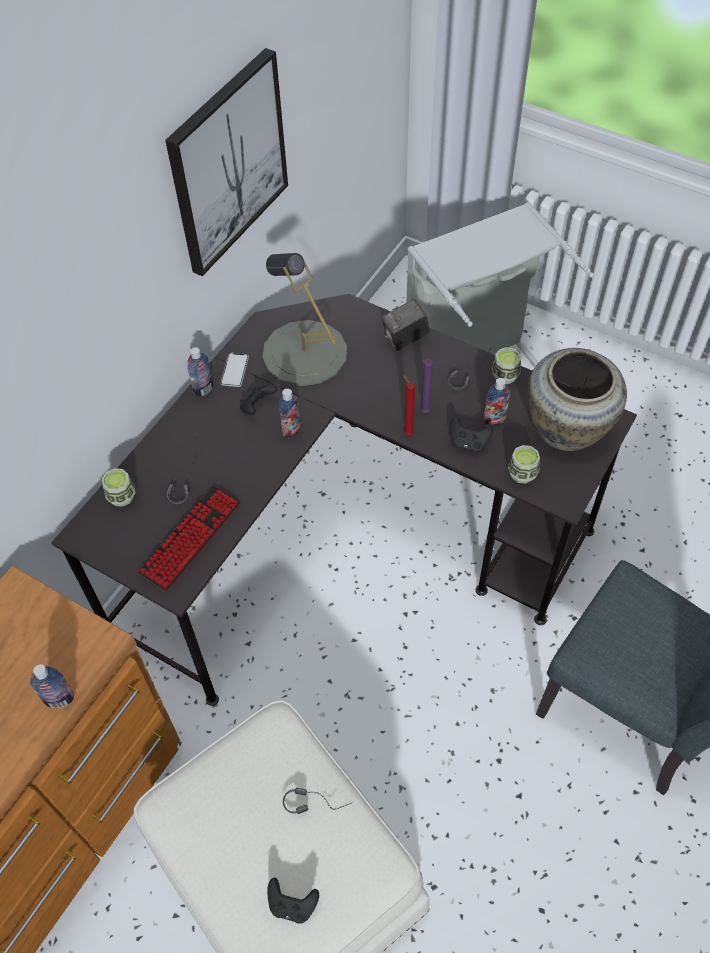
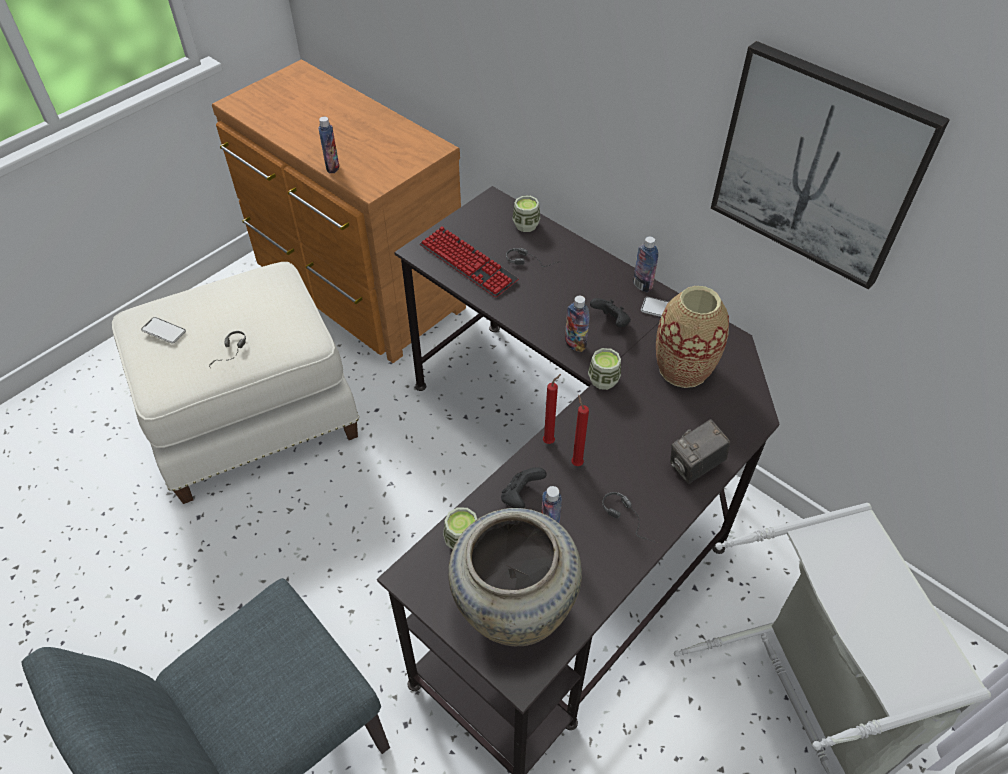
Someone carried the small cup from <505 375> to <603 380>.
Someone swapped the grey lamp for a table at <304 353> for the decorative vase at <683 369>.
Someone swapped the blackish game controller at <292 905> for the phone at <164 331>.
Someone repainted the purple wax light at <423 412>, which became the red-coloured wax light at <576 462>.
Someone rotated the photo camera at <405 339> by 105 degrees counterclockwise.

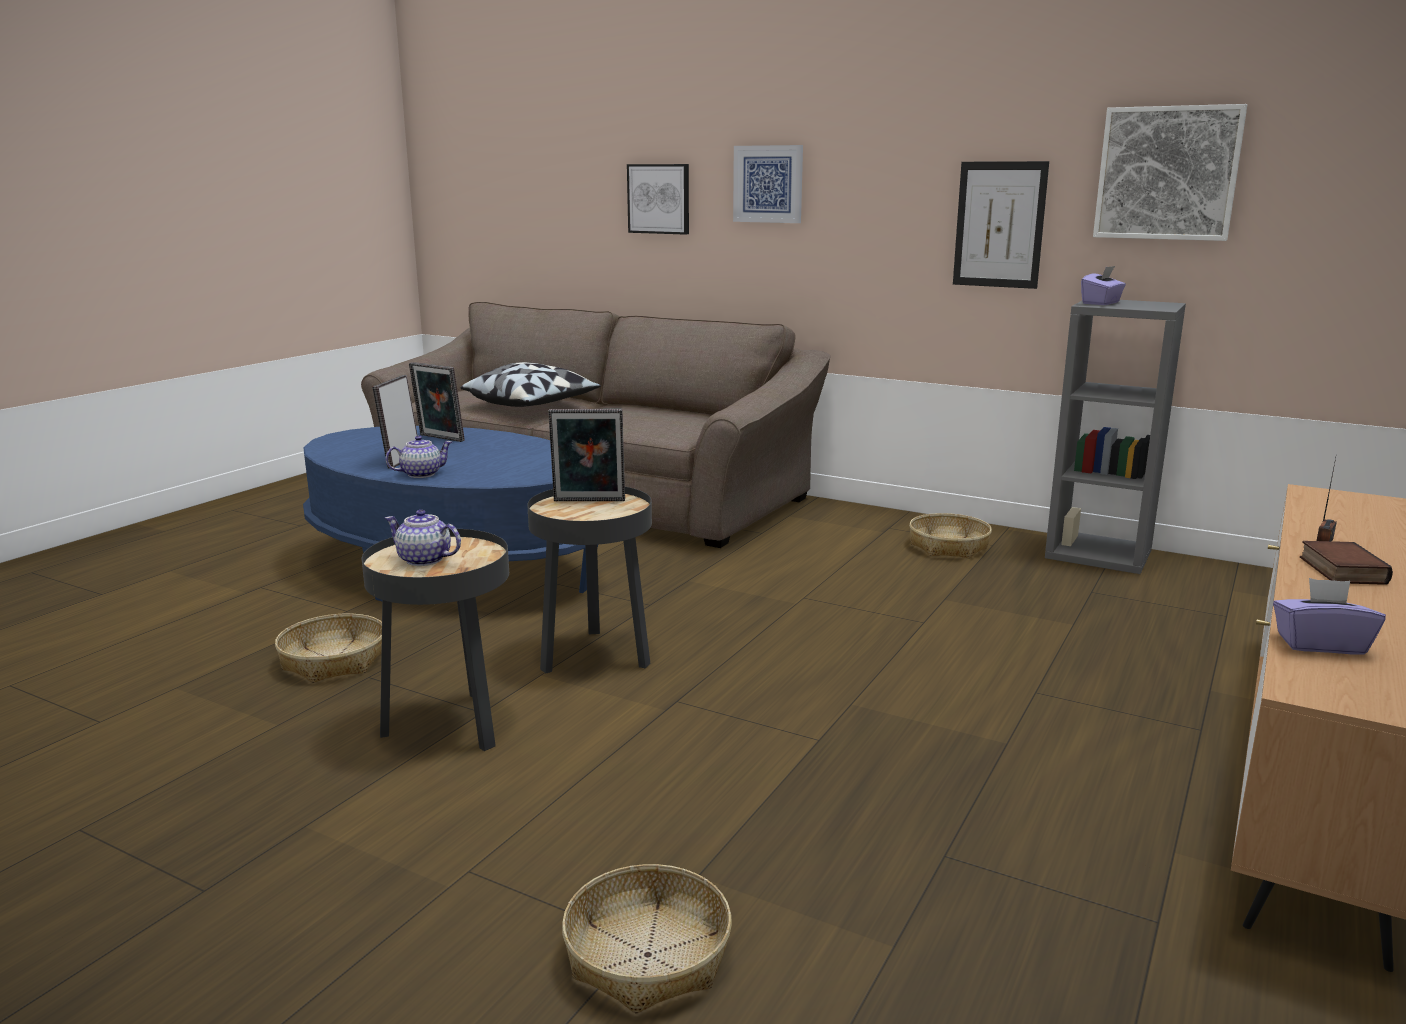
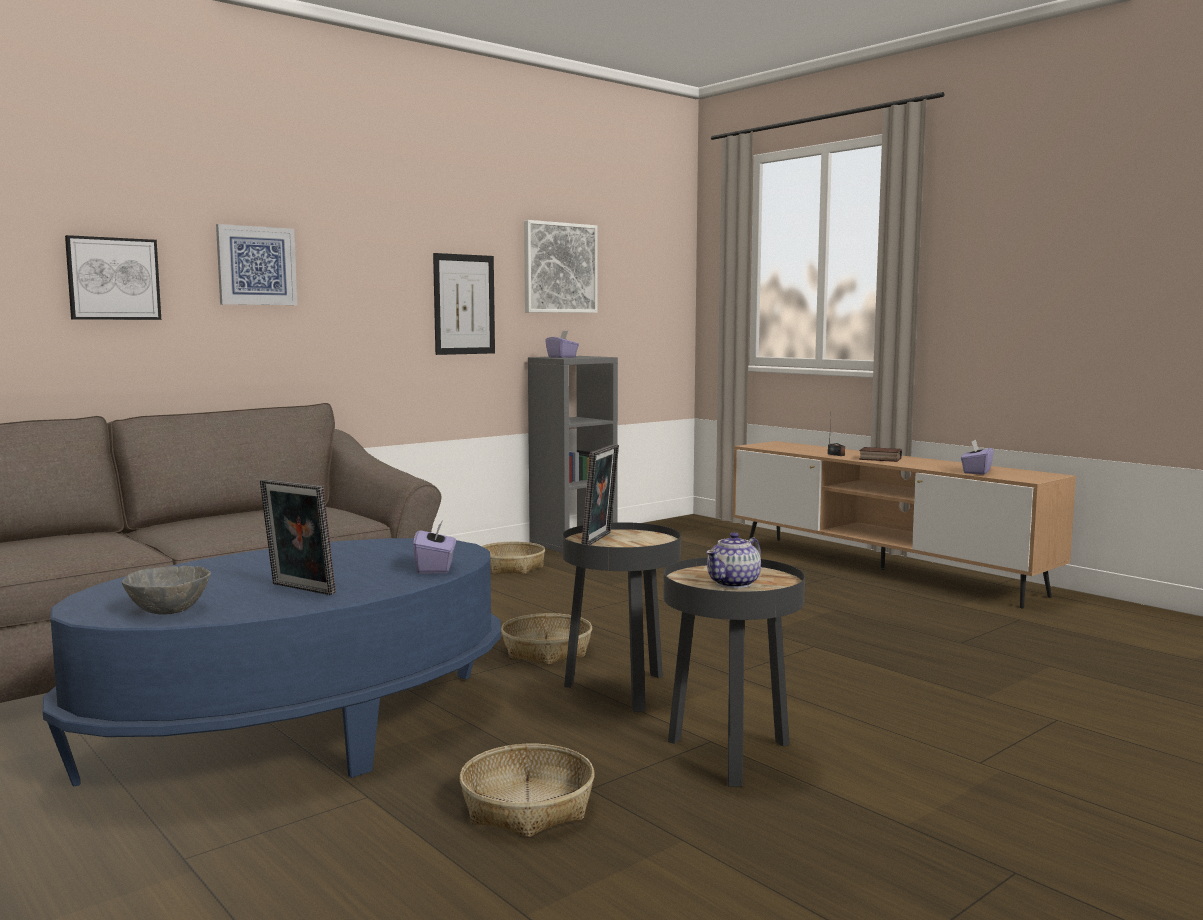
Someone took away the tea pot at <420 474>.
Someone took away the photo frame at <439 438>.
Someone took away the cushion at <533 405>.
Someone put down the grey deep dish at <168 611>.
Someone put down the purple tissue box at <435 568>.
Someone carried the household basket from <647 956> to <547 651>.

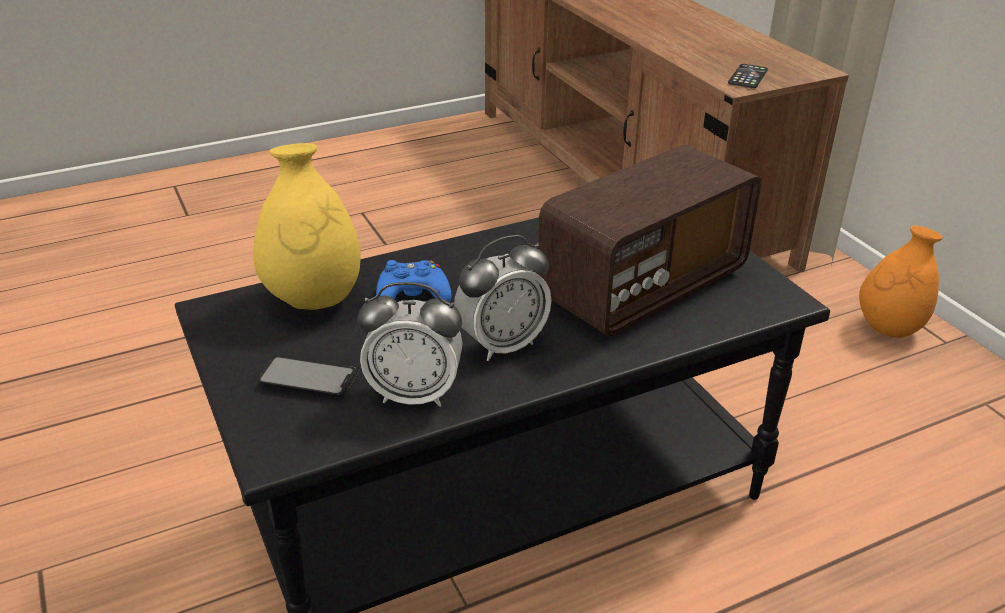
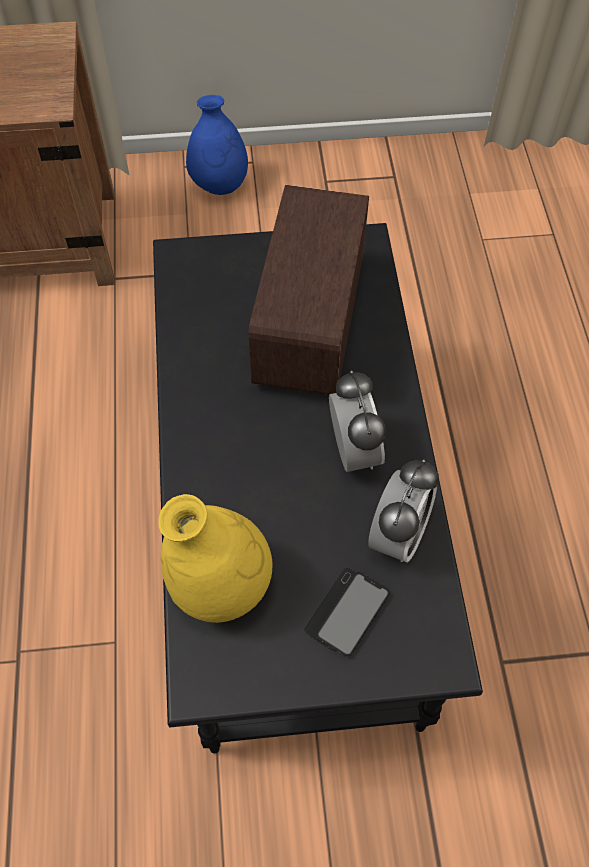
Someone took away the blue-coloured game controller at <413 294>.
Someone took away the phone at <748 77>.
Someone repainted the orange decorative vase at <889 328>, which became the blue-coloured decorative vase at <219 184>.
Someone rotated the radio receiver at <643 287> by 150 degrees counterclockwise.

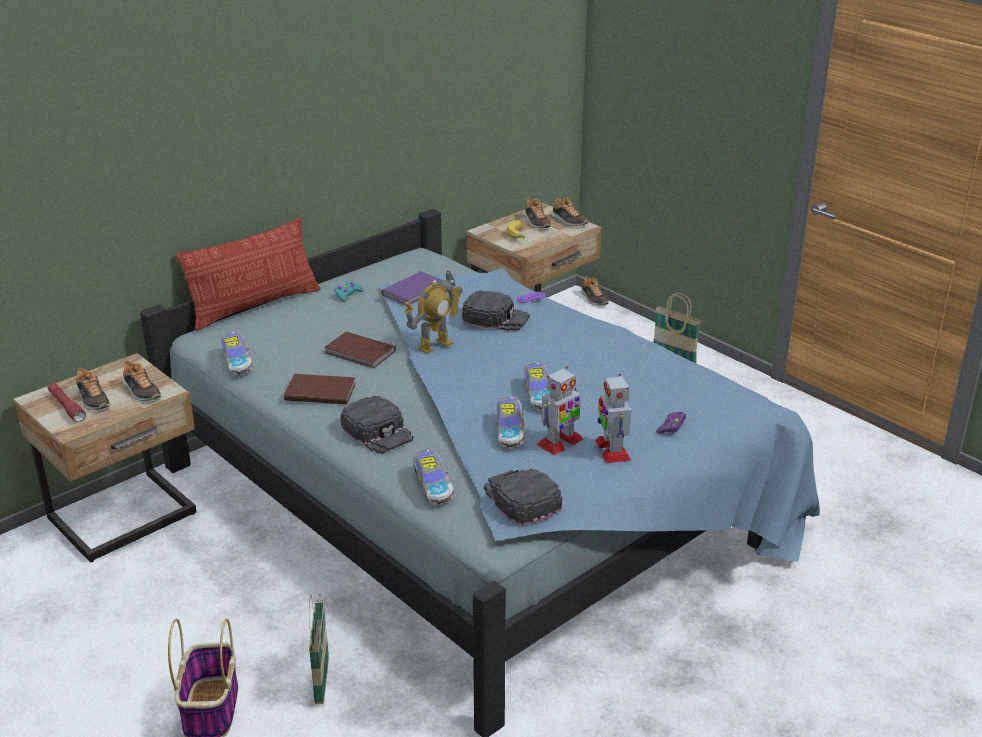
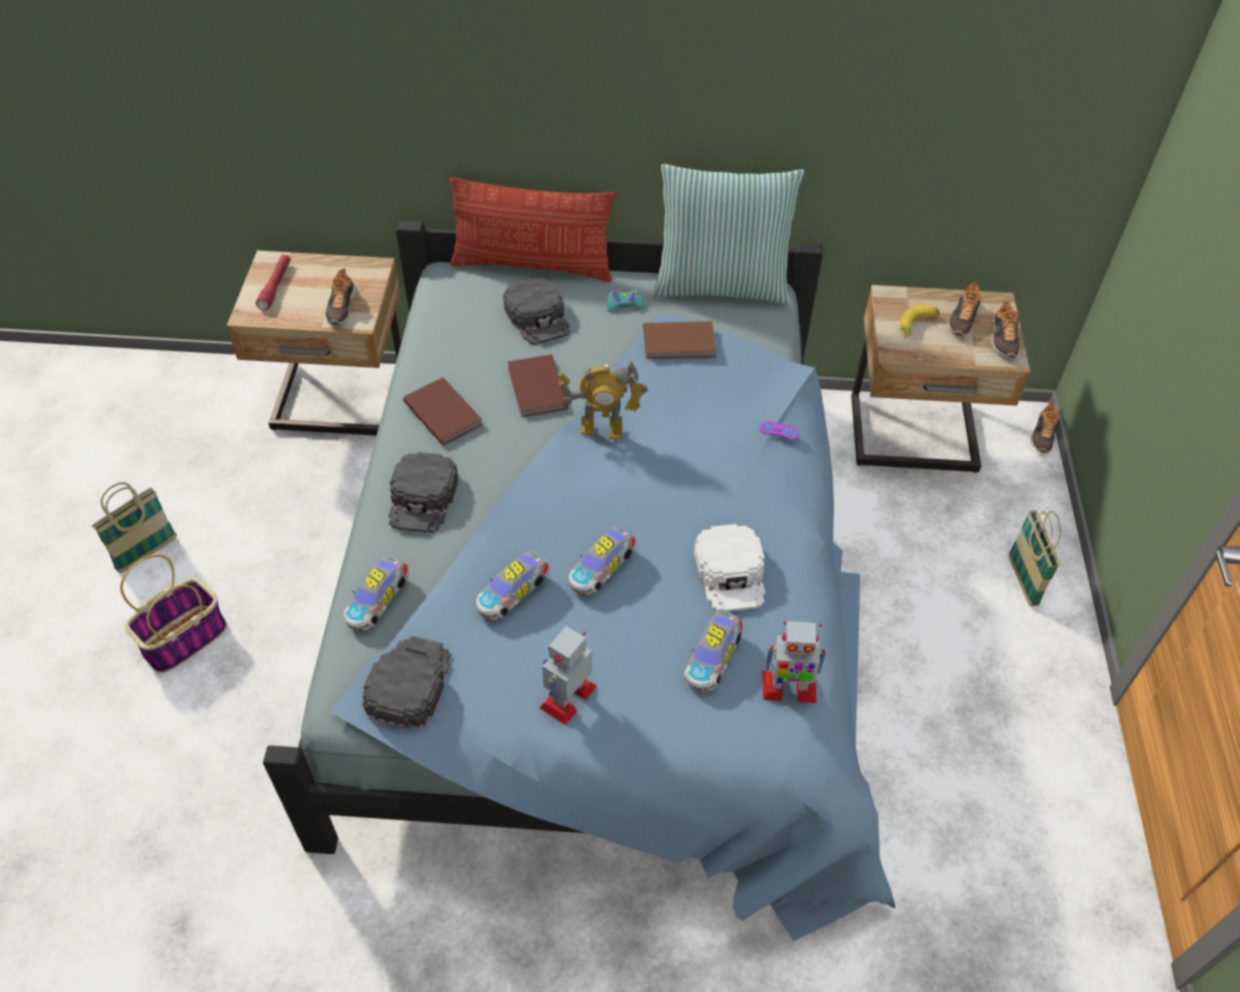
Someone took away the item of footwear at <92 400>.
Someone took away the purple game controller at <671 427>.
Someone put down the cushion at <721 285>.
Someone put down the whitish peaked cap at <731 573>.
Someone carried the toy car from <237 361> to <713 657>.
Someone carried the household basket from <322 681> to <147 554>.
Someone carried the blackish peaked cap from <496 317> to <538 317>.
Someone carried the model robot from <559 442> to <788 687>.
Someone repainted the purple book at <415 291>, which became the brown book at <680 343>.

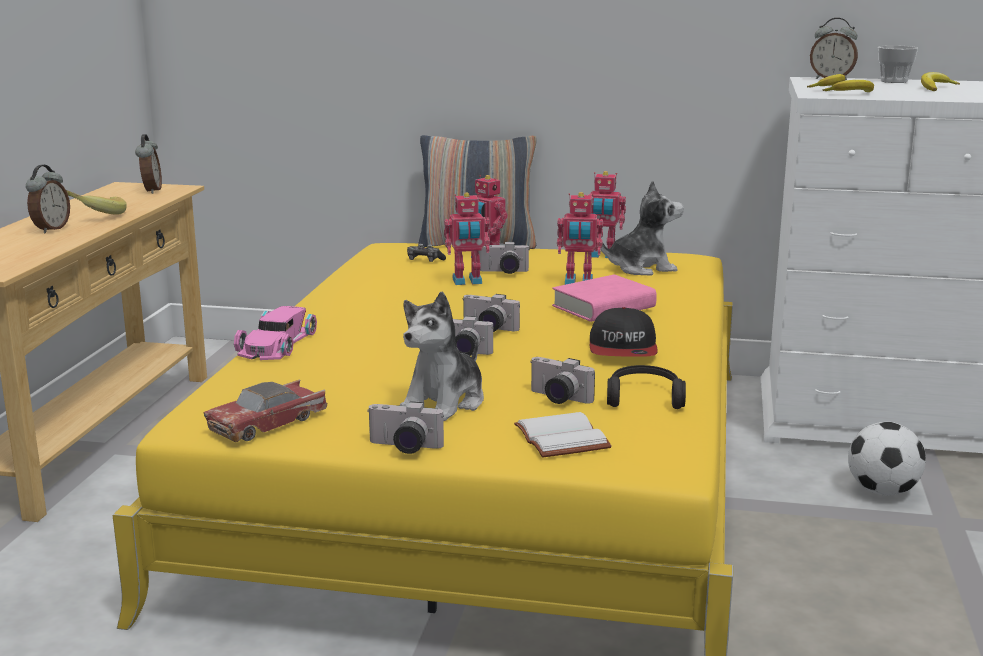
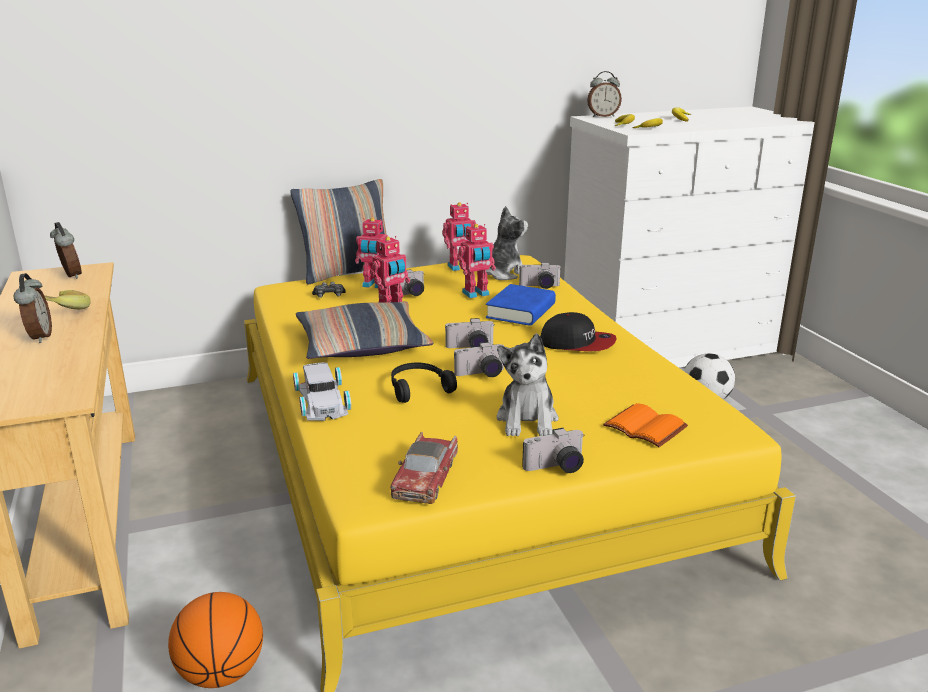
Someone took away the small cup at <894 81>.
Someone put down the basketball at <221 673>.
Someone put down the cushion at <362 345>.
Someone carried the photo camera from <557 399> to <539 286>.
Someone carried the blackish pair of headphones from <644 397> to <418 388>.
Someone repainted the pink-coloured toy car at <275 343>, which became the whitish toy car at <321 400>.
Someone repainted the whitish book at <564 438>, which became the orange book at <647 427>.
Someone repainted the pink-coloured book at <603 307>, which became the blue-coloured book at <521 311>.
Someone rotated the peaked cap at <623 349> by 45 degrees counterclockwise.

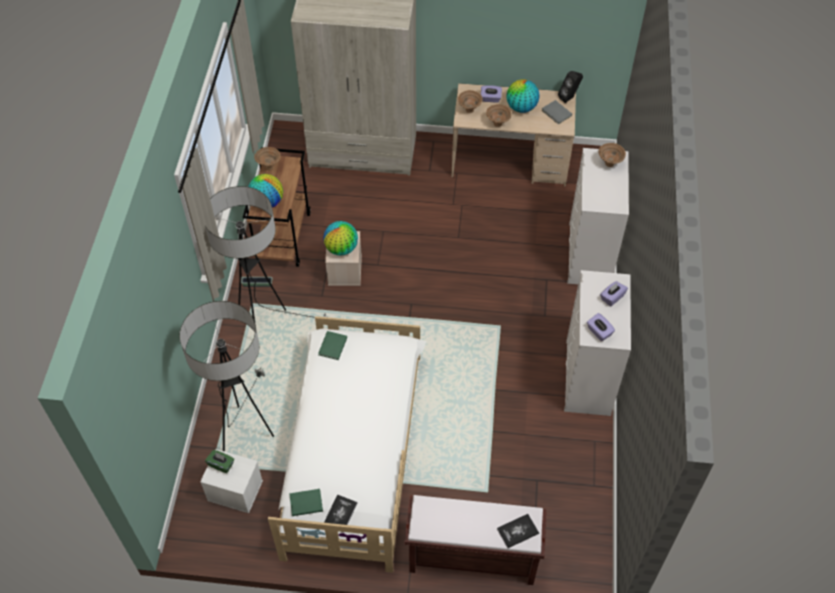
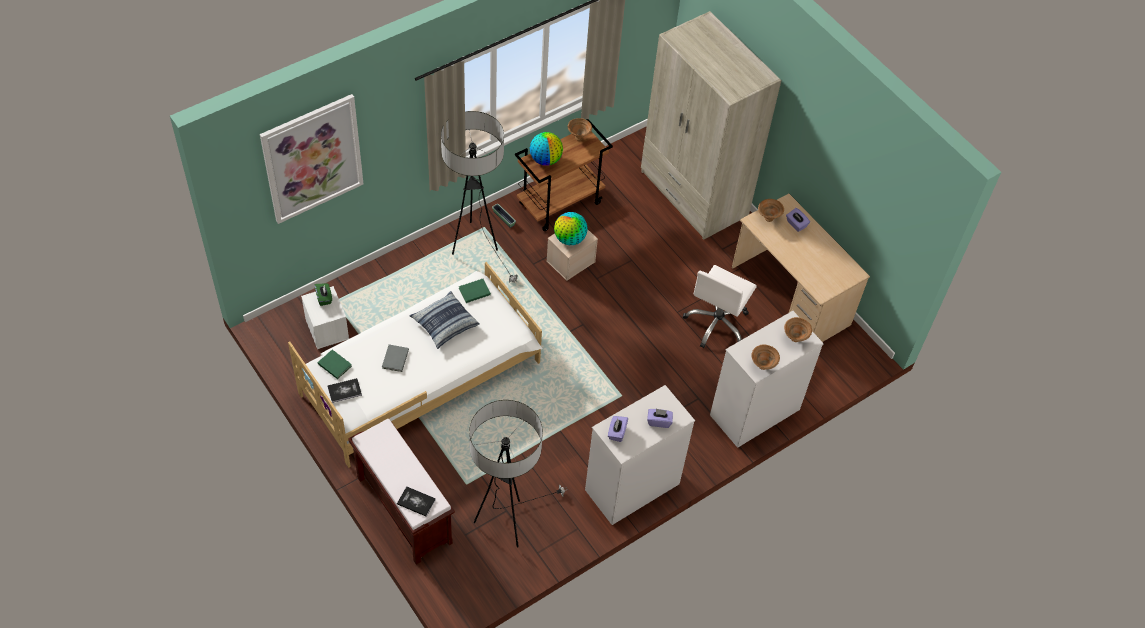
Someone took away the desk globe at <521 108>.
Someone took away the blackish audio speaker at <569 98>.
Someone put up the wall picture at <312 158>.
Someone put down the cushion at <444 324>.
Someone put down the whitish desk chair at <717 324>.
Someone carried the floor lamp from <246 430> to <506 523>.
Someone carried the brown deep dish from <498 124> to <763 366>.
Someone carried the grey book from <556 113> to <394 359>.

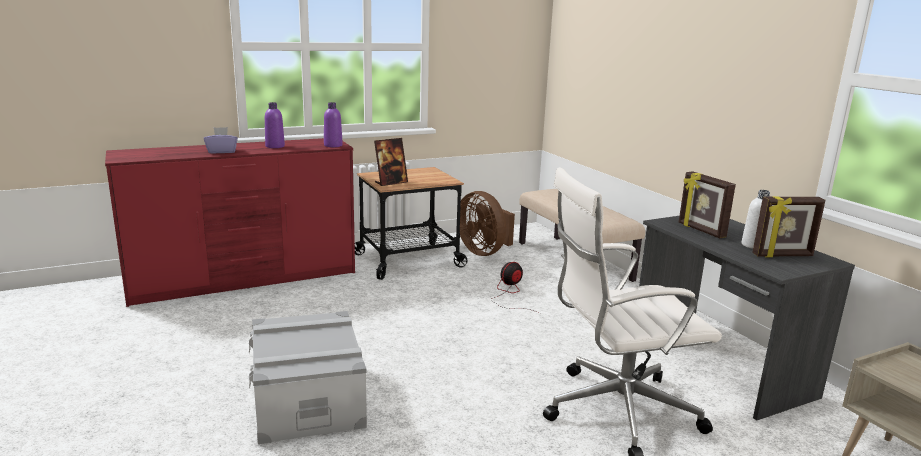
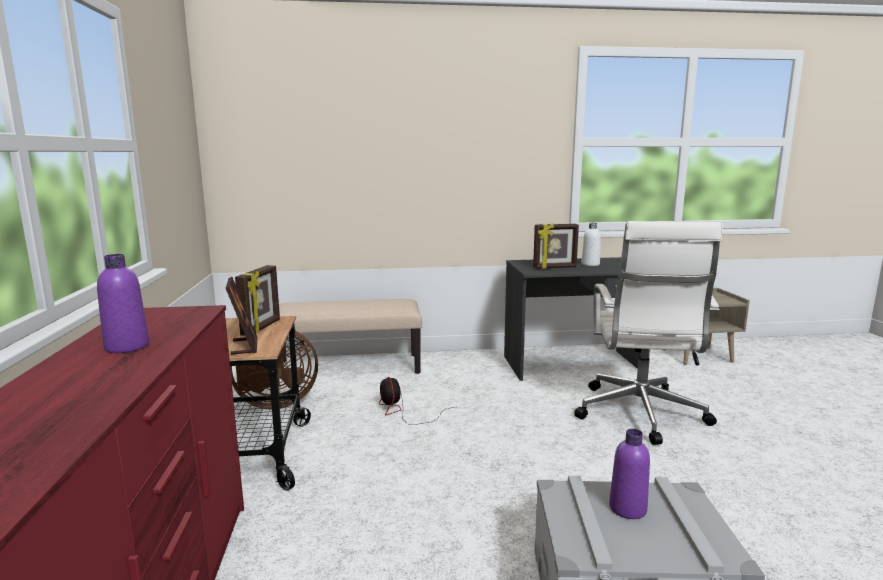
Someone took away the purple tissue box at <222 151>.
Someone carried the purple drink bottle from <333 145> to <627 508>.
Someone carried the photo frame from <783 255> to <262 328>.

